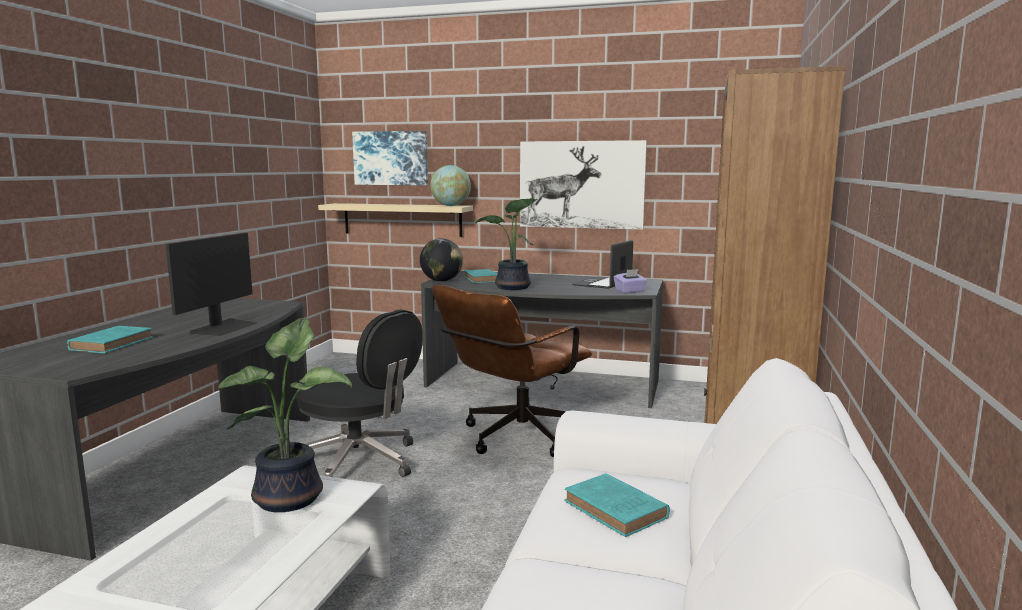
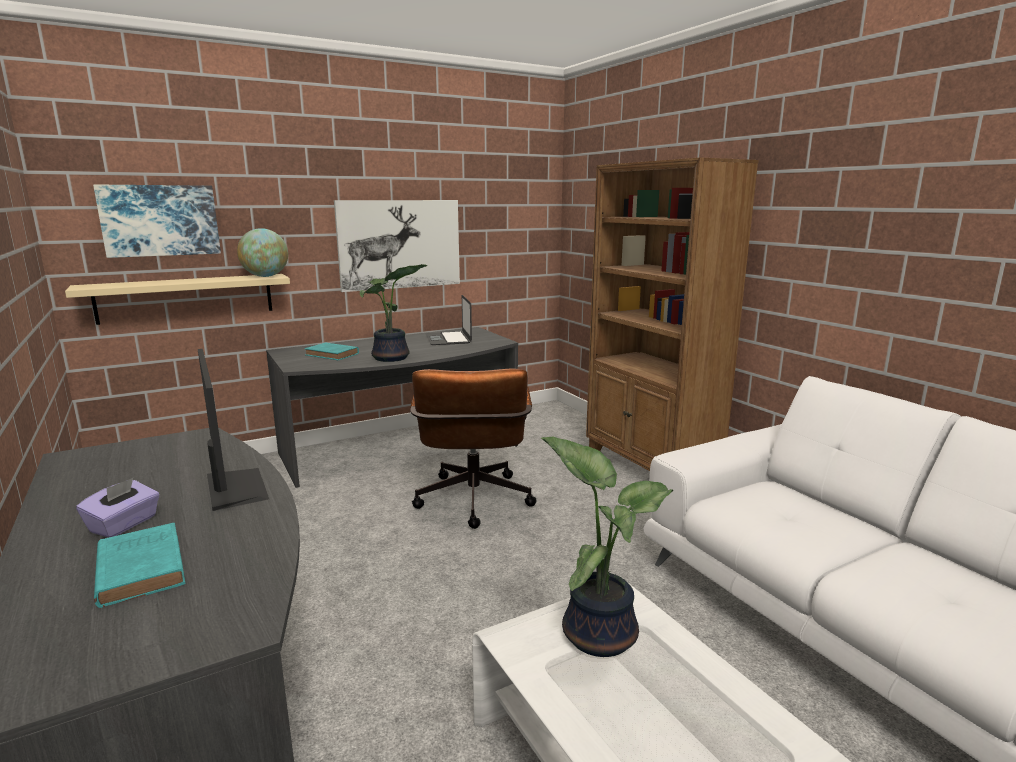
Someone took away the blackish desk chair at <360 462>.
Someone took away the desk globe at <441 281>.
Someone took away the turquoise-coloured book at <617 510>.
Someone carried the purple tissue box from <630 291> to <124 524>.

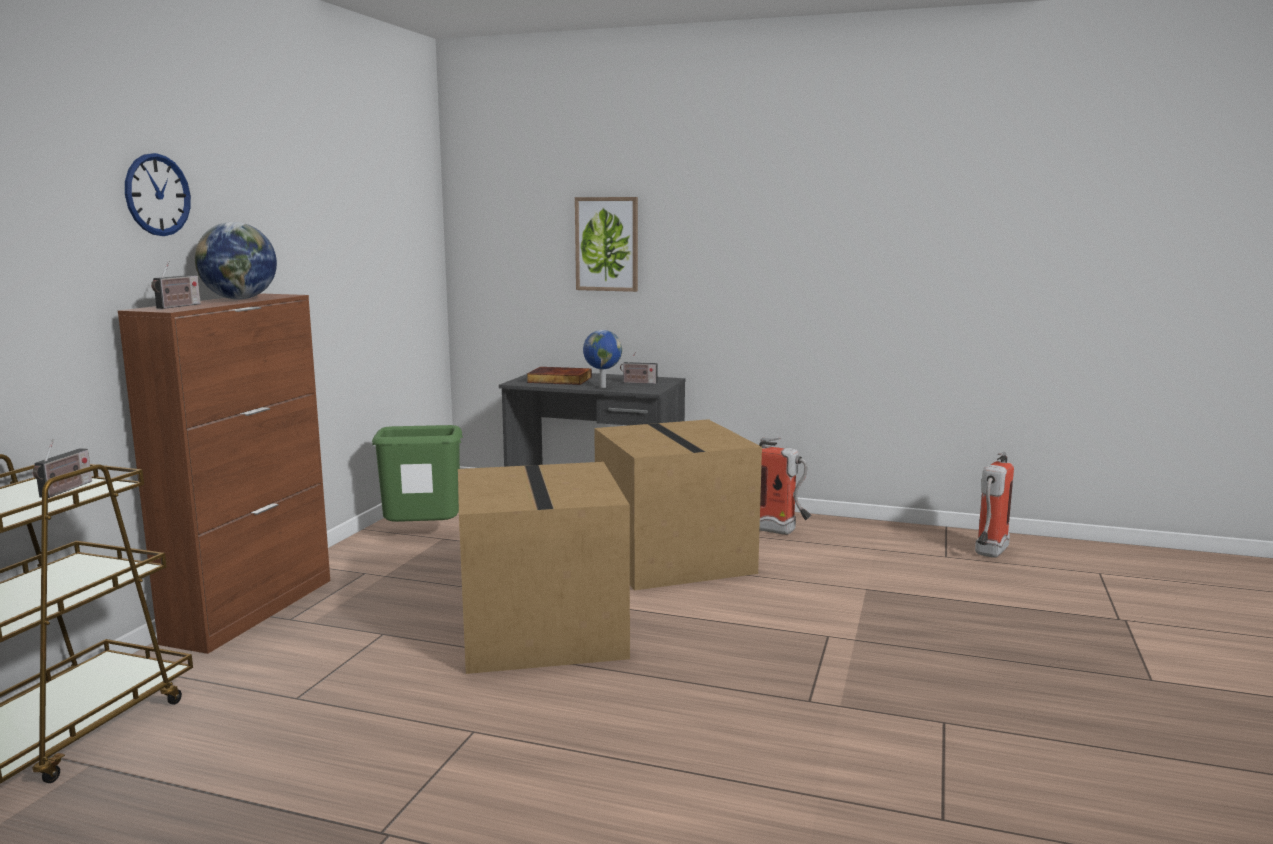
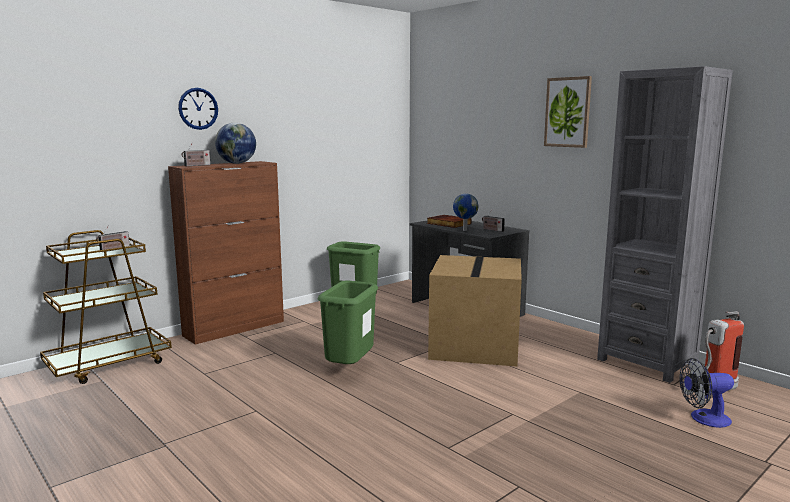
Someone took away the extinguisher at <781 532>.
Someone put down the grey bookshelf at <647 362>.
Someone put down the fan at <704 419>.
Someone carried the wall picture from <607 244> to <568 112>.
Someone swapped the carton at <538 630> for the green-coloured rubbish bin at <349 369>.

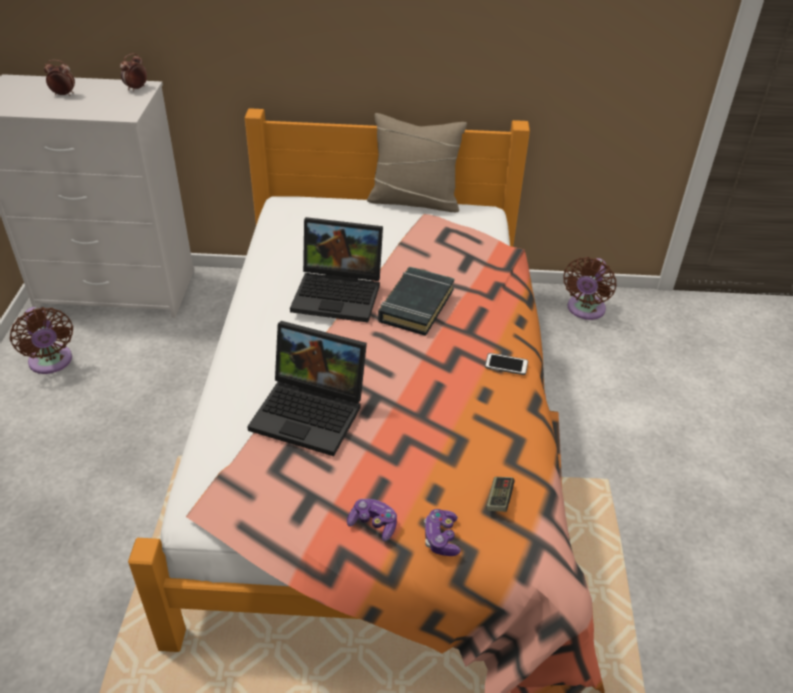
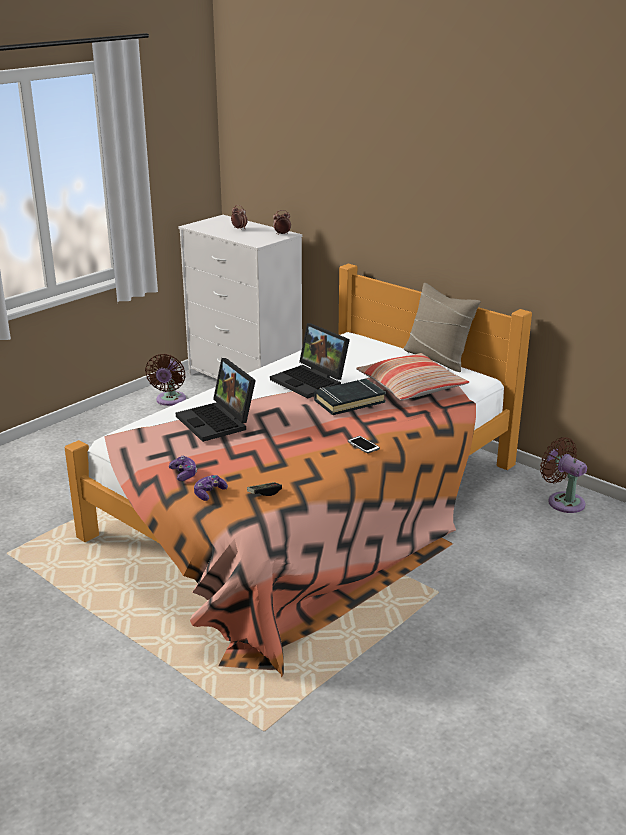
Someone put down the cushion at <411 387>.
Someone rotated the brown fan at <584 310> by 75 degrees clockwise.

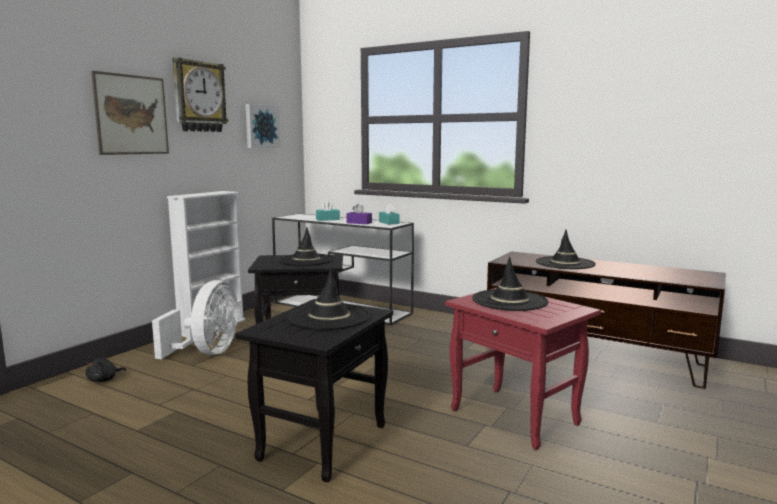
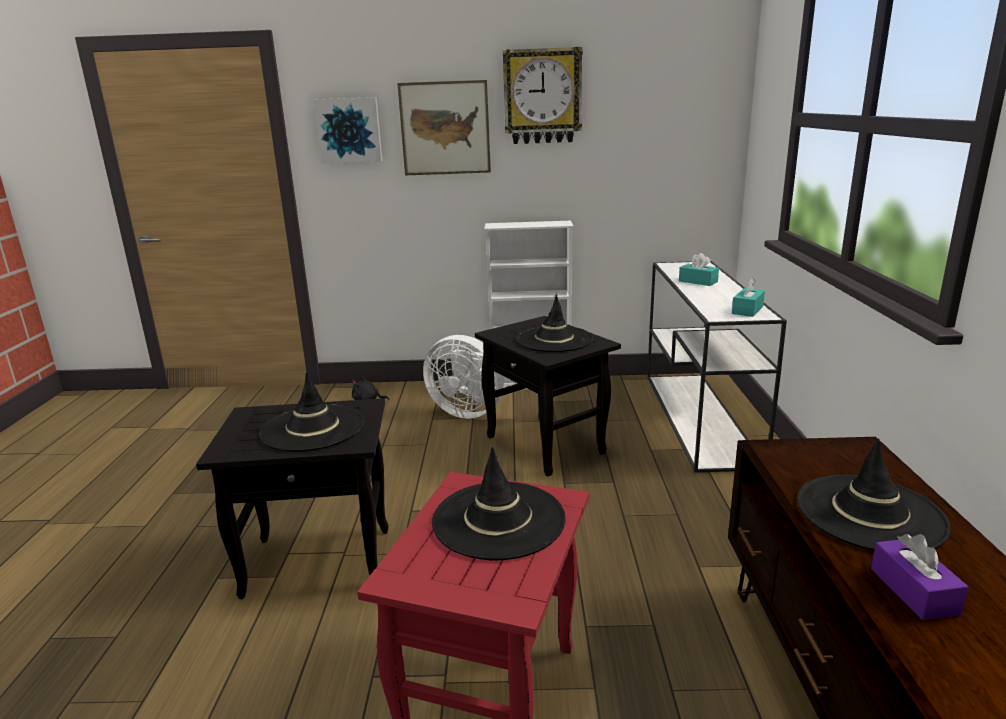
Someone carried the wall picture from <261 126> to <349 130>.
Someone carried the purple tissue box from <359 223> to <913 591>.
Someone rotated the whitish fan at <207 352> by 45 degrees clockwise.

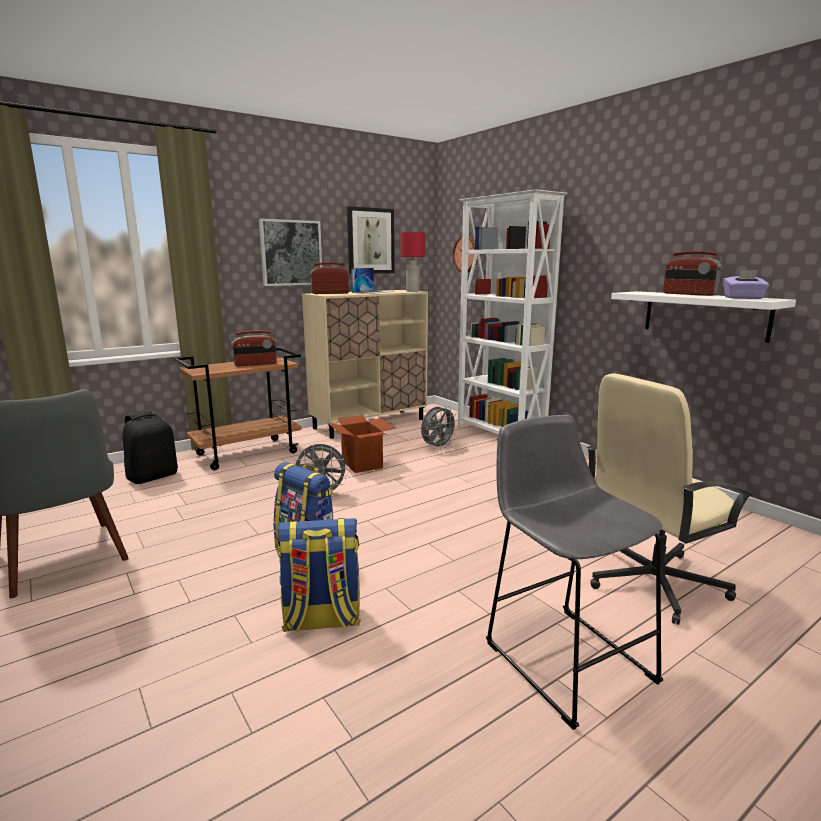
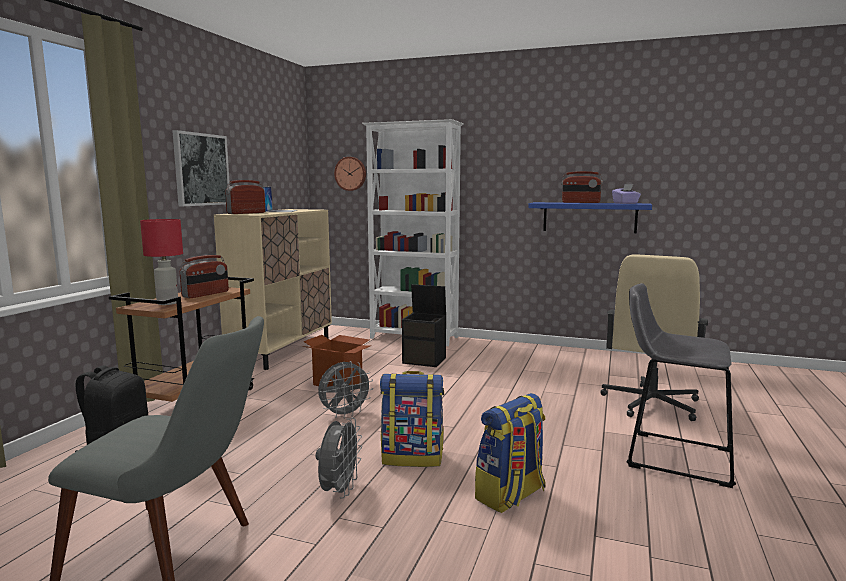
Someone took away the wall picture at <370 241>.
Someone put down the blackish storage bin at <425 360>.
Someone carried the red-coloured lamp for a table from <412 291> to <167 303>.
Someone carried the grey fan from <438 447> to <339 491>.
Someone repainted the whitish shelf at <705 315>, which became the blue-coloured shelf at <589 217>.

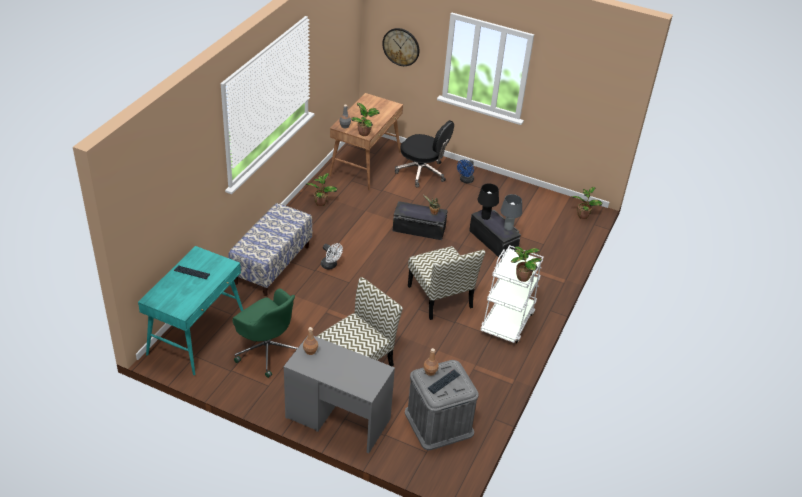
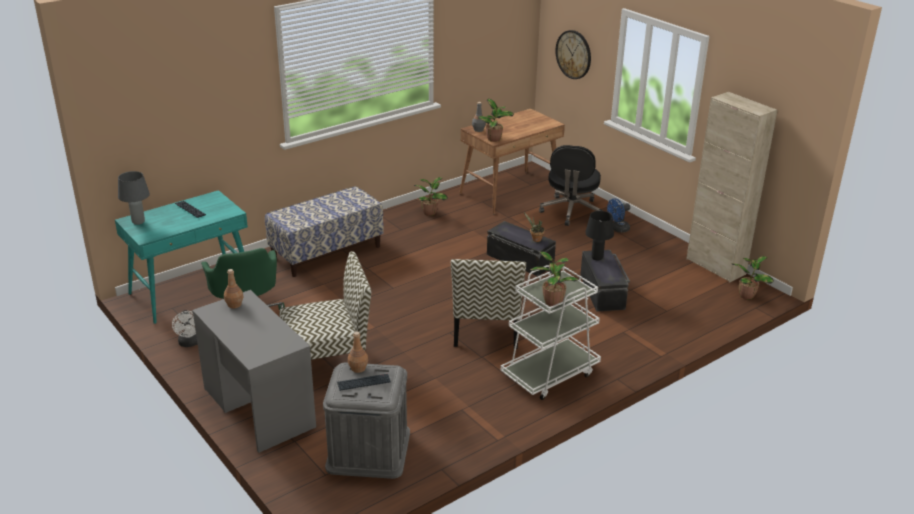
Someone put down the sand-coloured cupboard at <715 266>.
Someone carried the whitish fan from <330 265> to <190 343>.
Someone carried the grey lamp for a table from <508 228> to <138 222>.
Someone rotated the blackish desk chair at <422 172> by 45 degrees clockwise.

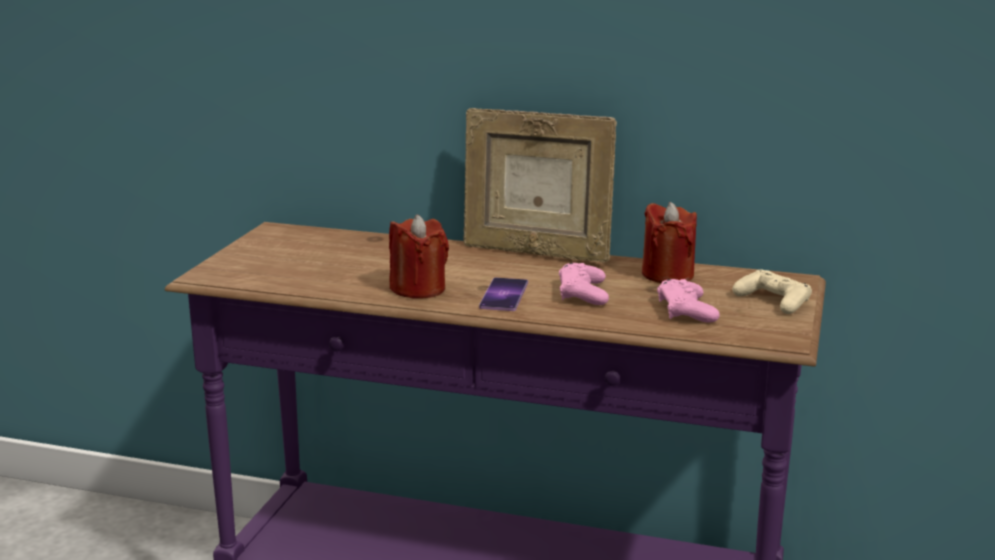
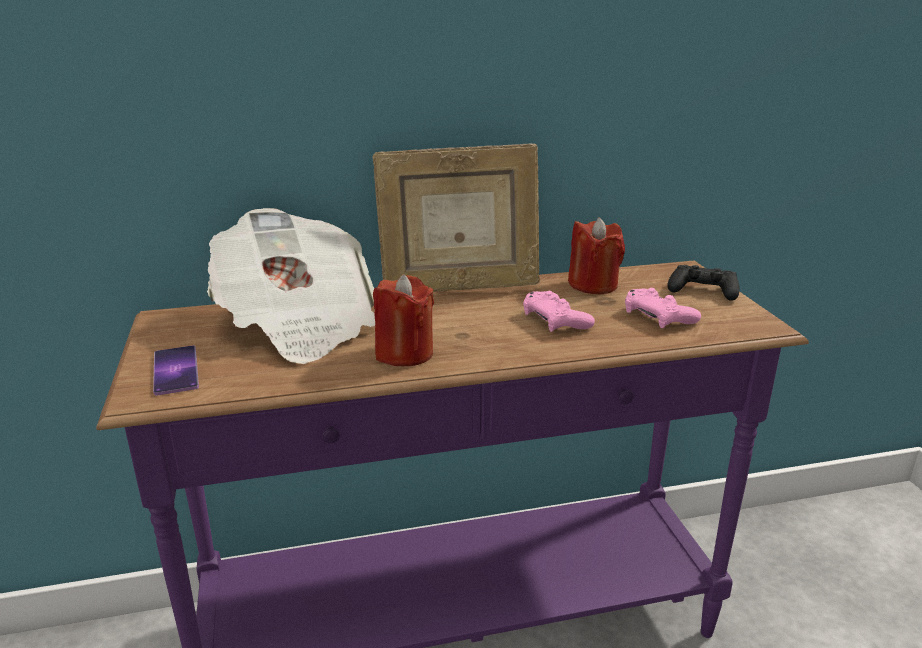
Someone put down the printed paper at <298 324>.
Someone carried the phone from <504 295> to <176 370>.
Someone repainted the sand-coloured game controller at <773 301>, which became the blackish game controller at <703 290>.

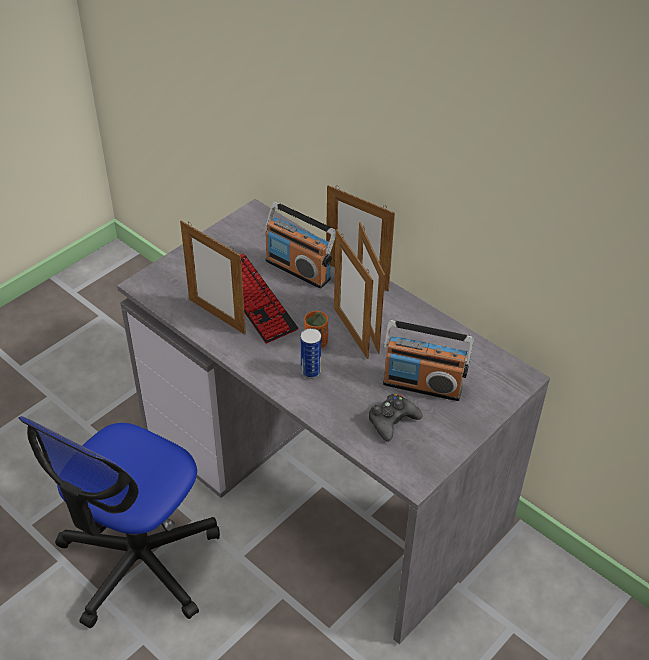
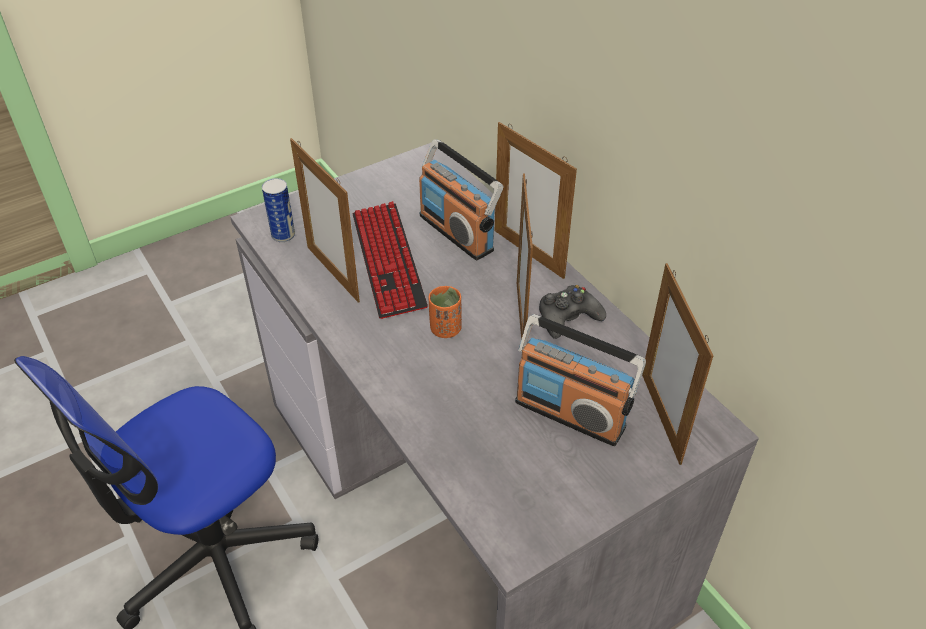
Someone carried the metal can from <310 372> to <283 235>.
Someone carried the photo frame from <350 333> to <661 417>.
Someone carried the blackish game controller from <392 421> to <568 317>.

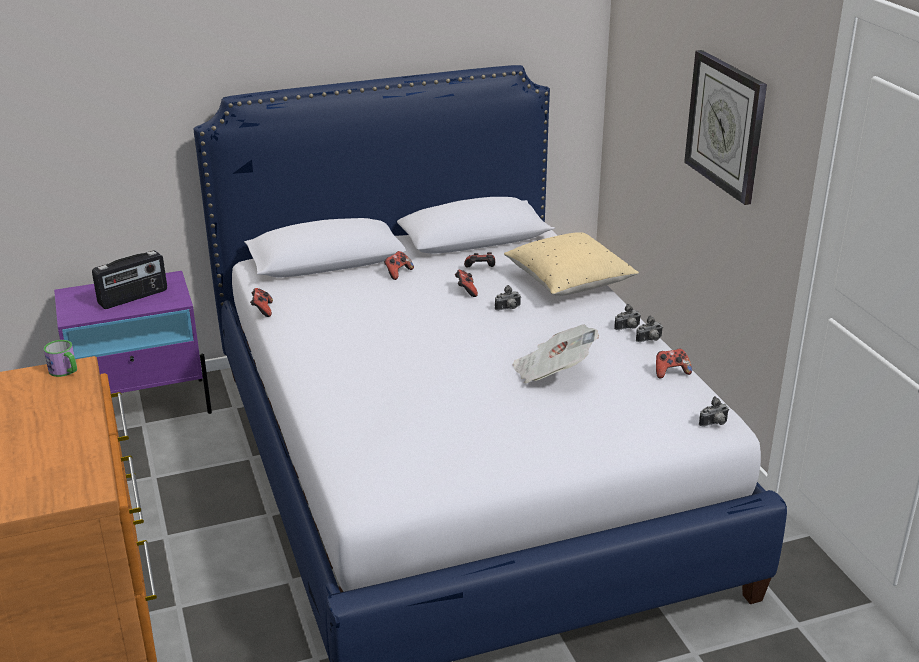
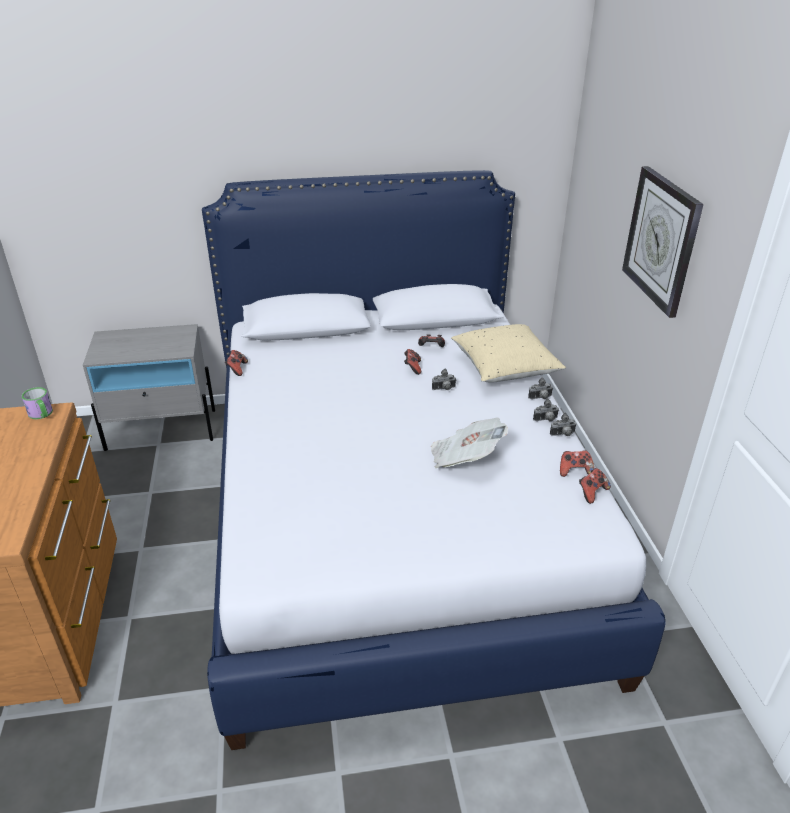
Someone took away the radio receiver at <133 297>.
Someone carried the game controller from <398 273> to <592 492>.
Someone carried the photo camera from <715 424> to <540 398>.
Someone repainted the purple night table at <142 407>, which became the grey night table at <162 429>.

